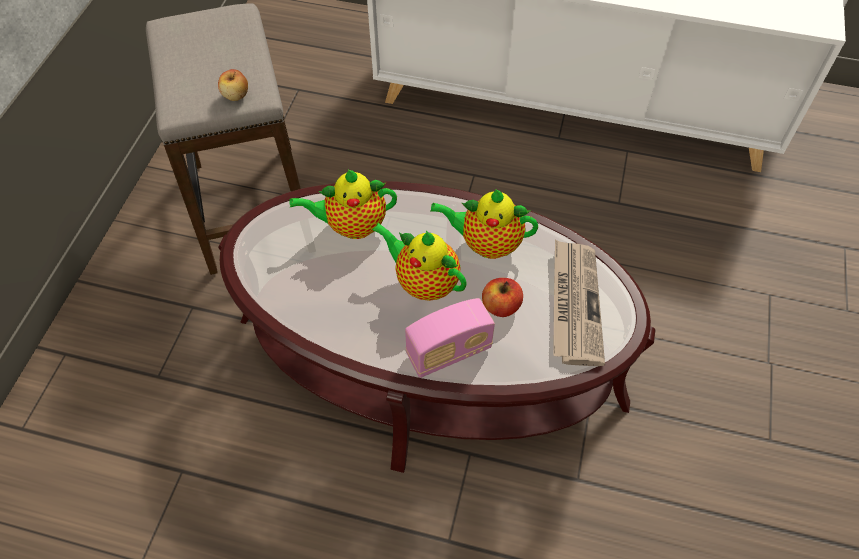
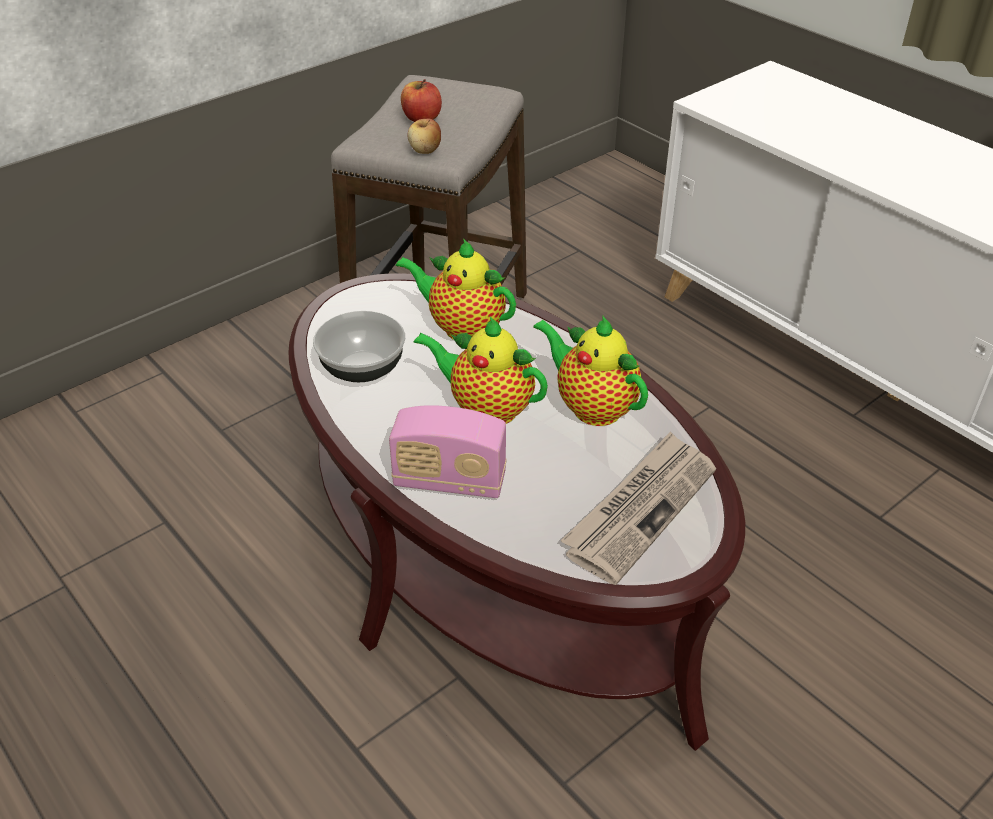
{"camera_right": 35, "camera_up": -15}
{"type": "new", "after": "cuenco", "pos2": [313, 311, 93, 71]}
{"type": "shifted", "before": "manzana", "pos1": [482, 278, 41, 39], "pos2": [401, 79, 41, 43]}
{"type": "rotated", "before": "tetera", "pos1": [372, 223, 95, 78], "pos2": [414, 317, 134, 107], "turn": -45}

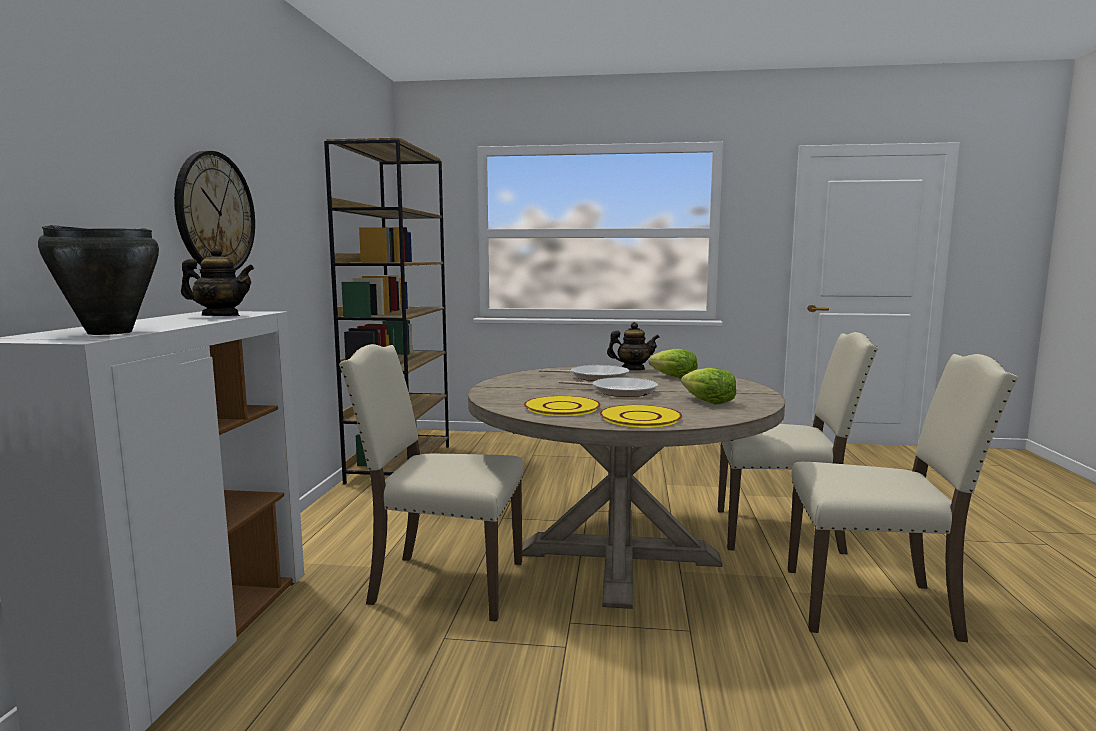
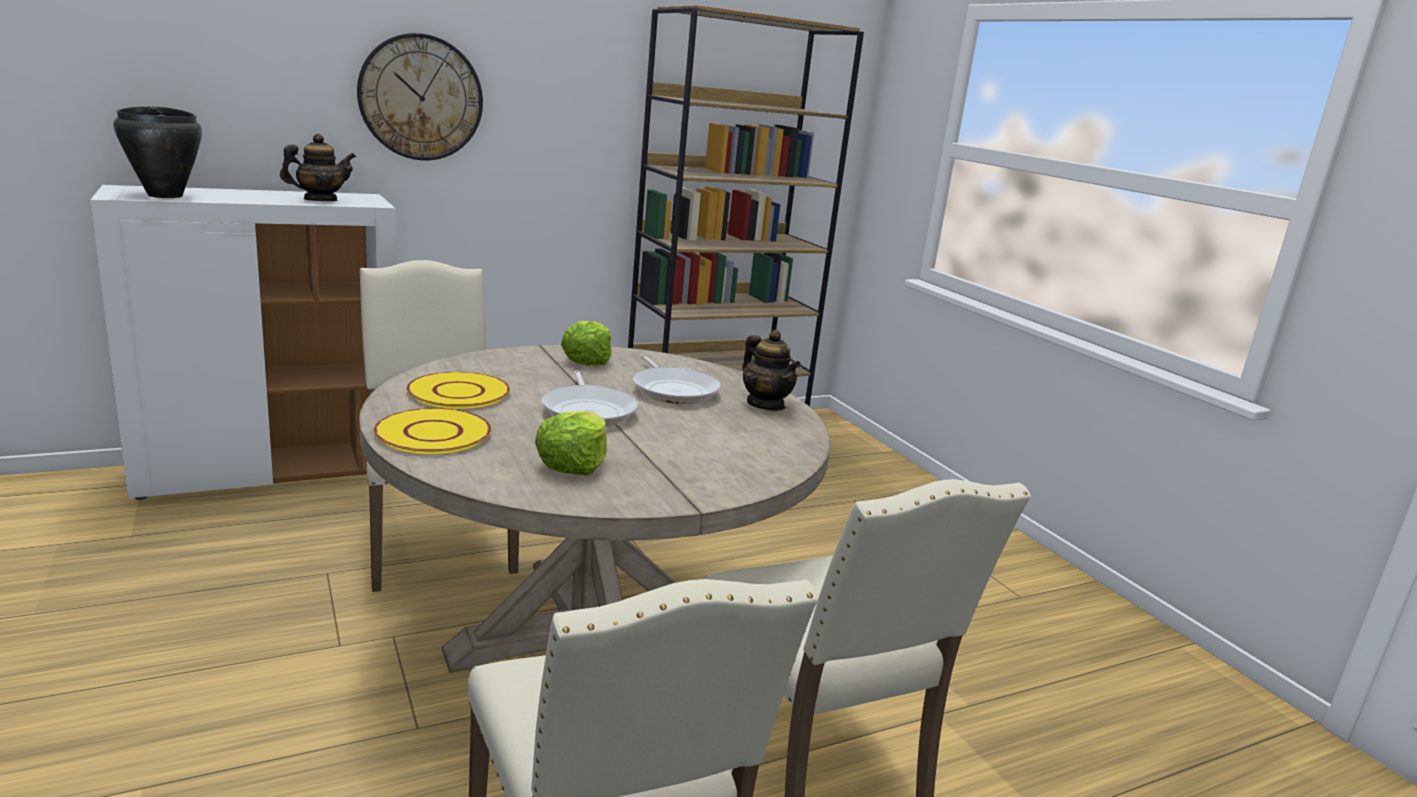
{"camera_right": 55, "camera_up": 10}
{"type": "rotated", "before": "tetera", "pos1": [181, 246, 73, 70], "pos2": [280, 134, 76, 67], "turn": -90}
{"type": "shifted", "before": "lechuga", "pos1": [648, 349, 49, 29], "pos2": [561, 321, 51, 45]}

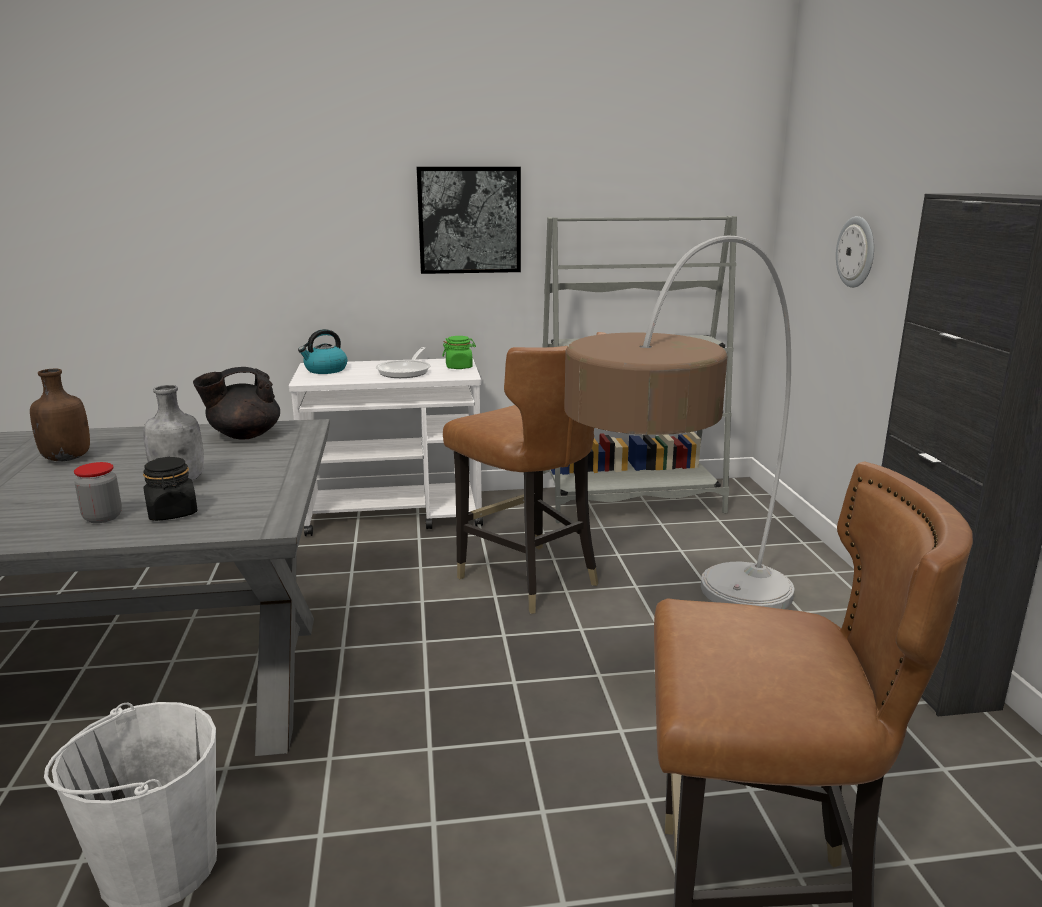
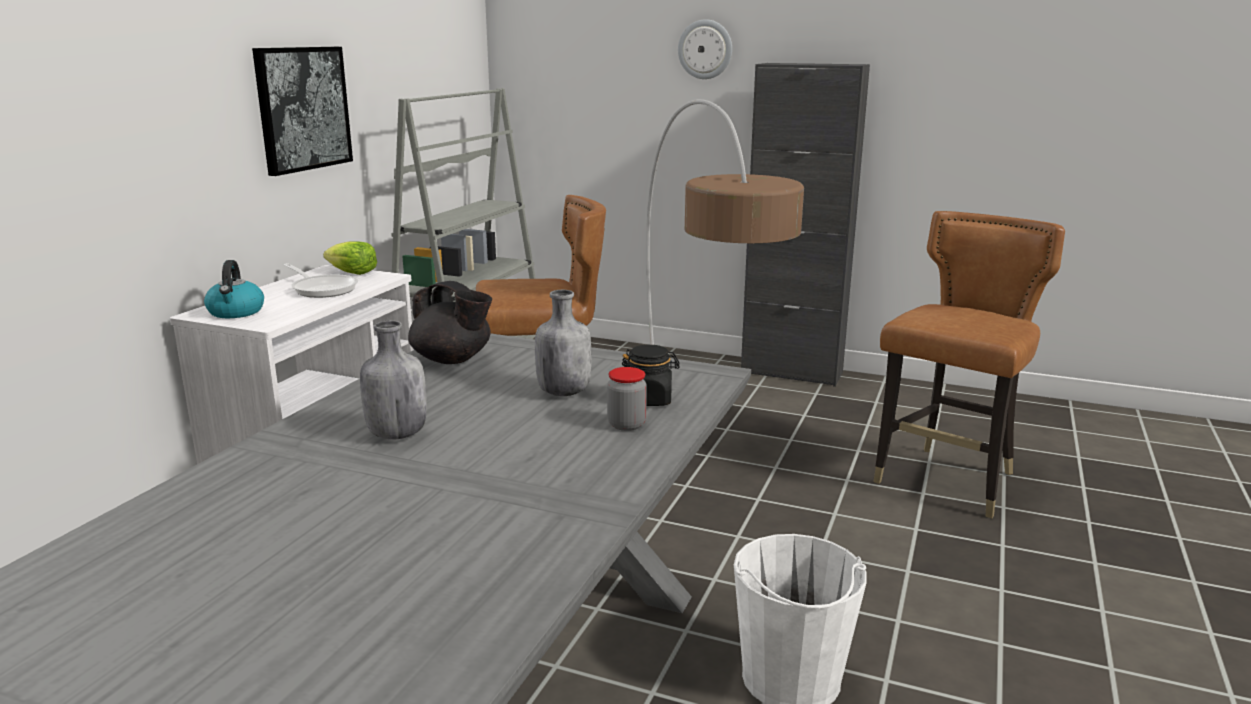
{"camera_right": -60, "camera_up": 0}
{"type": "swapped", "before": "tarro (verde)", "after": "lechuga", "pos1": [442, 336, 34, 33], "pos2": [323, 241, 54, 34]}
{"type": "repainted", "before": "botella (marrón)", "after": "botella (gris)", "pos1": [30, 369, 60, 92], "pos2": [360, 320, 67, 120]}
{"type": "rotated", "before": "tetera (negro)", "pos1": [193, 367, 87, 72], "pos2": [408, 281, 84, 83], "turn": -60}
{"type": "shifted", "before": "reloj de pared", "pos1": [836, 216, 38, 72], "pos2": [678, 19, 54, 60]}

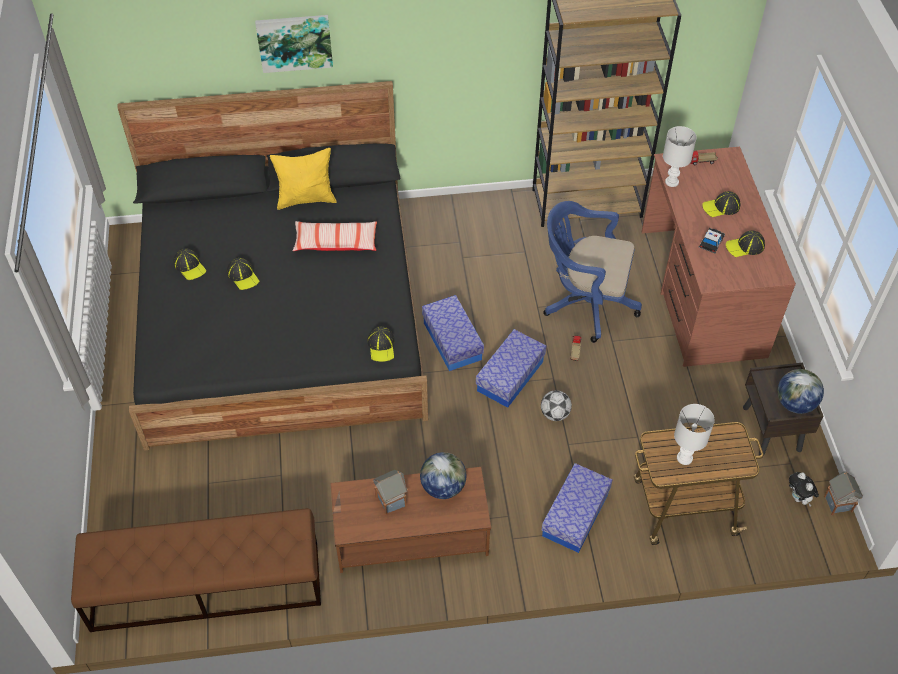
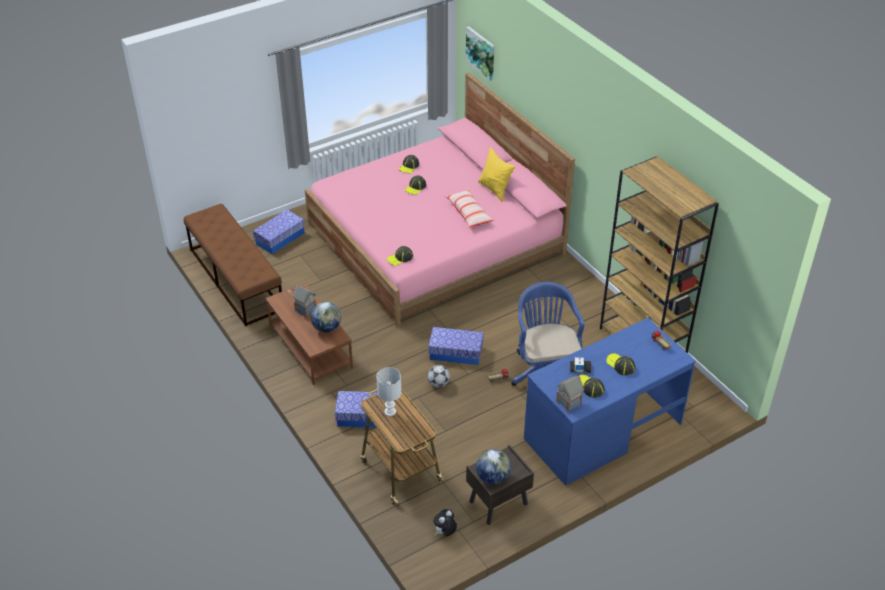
{"camera_right": 65, "camera_up": -10}
{"type": "shifted", "before": "caja de almacenaje", "pos1": [422, 295, 62, 76], "pos2": [253, 209, 52, 45]}
{"type": "repainted", "before": "cama (negro)", "after": "cama (rosa)", "pos1": [117, 81, 311, 369], "pos2": [305, 73, 270, 254]}
{"type": "shifted", "before": "cuadro", "pos1": [255, 15, 78, 58], "pos2": [466, 26, 28, 55]}
{"type": "repainted", "before": "escritorio (marrón)", "after": "escritorio (azul)", "pos1": [642, 147, 154, 220], "pos2": [524, 318, 172, 168]}
{"type": "shifted", "before": "casita", "pos1": [824, 471, 39, 44], "pos2": [556, 375, 28, 37]}
{"type": "gone", "before": "lámpara de mesa (blanco)", "pos1": [663, 126, 34, 61]}

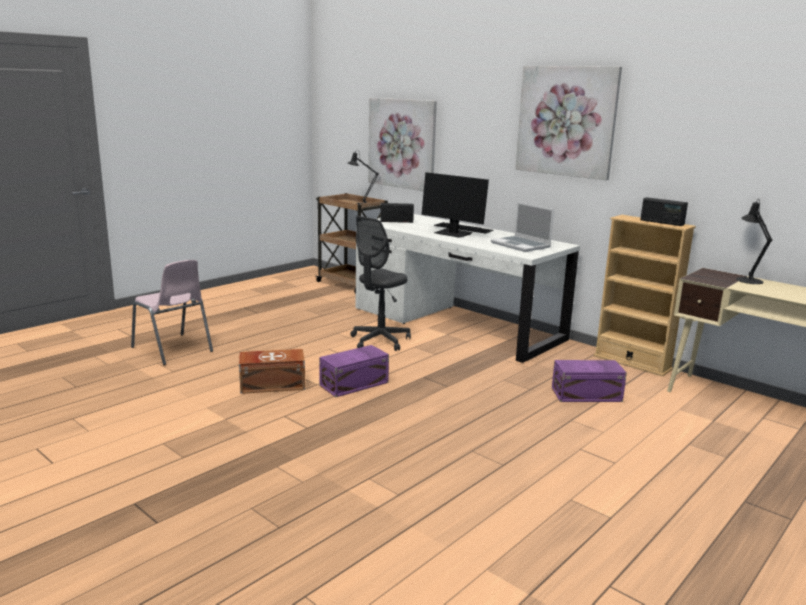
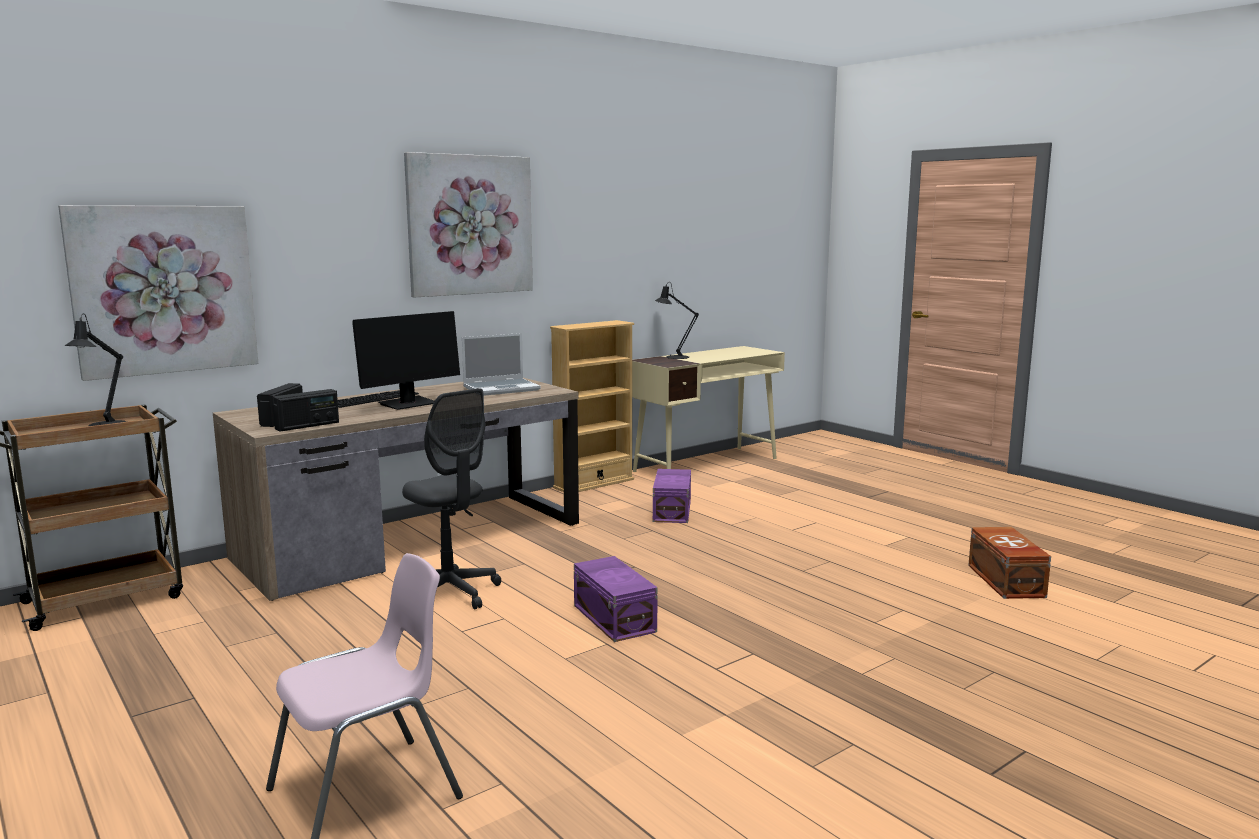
{"camera_right": -80, "camera_up": -5}
{"type": "repainted", "before": "escritorio (blanco)", "after": "escritorio (marrón)", "pos1": [356, 214, 224, 149], "pos2": [213, 378, 366, 223]}
{"type": "shifted", "before": "radio", "pos1": [640, 197, 48, 29], "pos2": [272, 389, 67, 43]}
{"type": "shifted", "before": "caja de almacenaje (marrón)", "pos1": [239, 349, 66, 45], "pos2": [968, 527, 83, 72]}

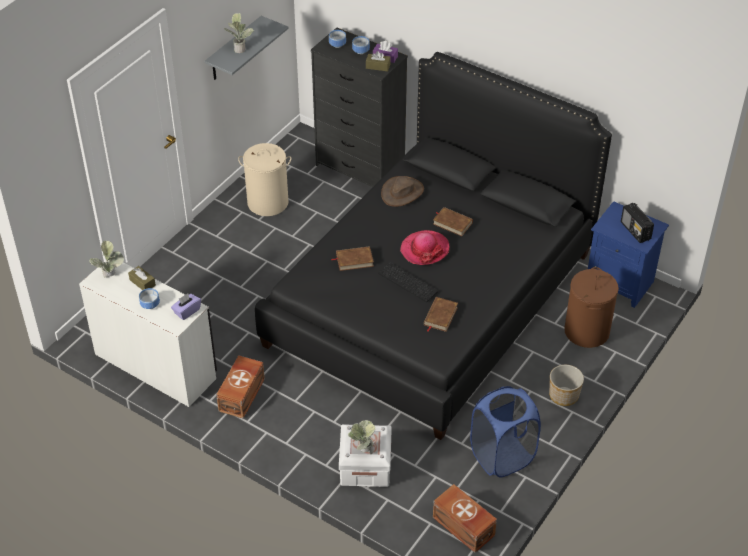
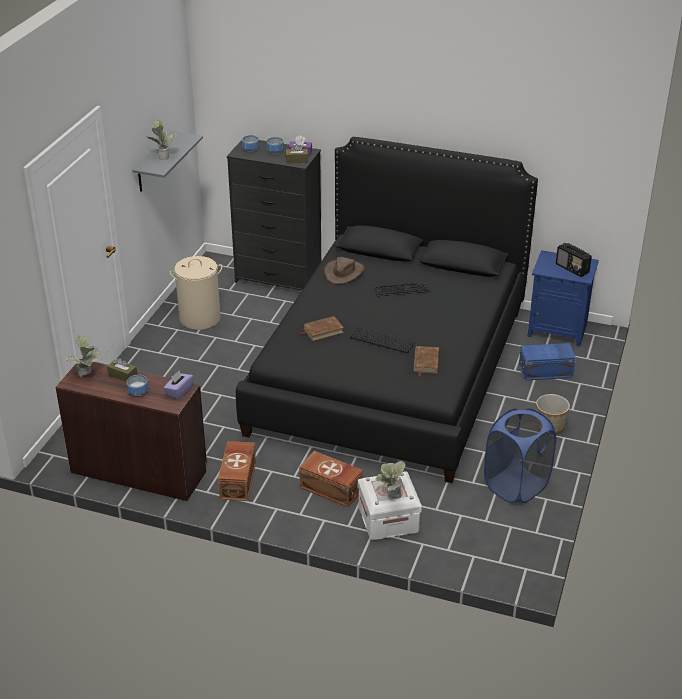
{"camera_right": -15, "camera_up": -10}
{"type": "repainted", "before": "escritorio (blanco)", "after": "escritorio (marrón)", "pos1": [79, 260, 138, 147], "pos2": [55, 359, 152, 142]}
{"type": "shifted", "before": "caja de almacenaje (marrón)", "pos1": [433, 484, 64, 69], "pos2": [299, 451, 64, 56]}
{"type": "swapped", "before": "libro (marrón)", "after": "teclado", "pos1": [433, 207, 40, 29], "pos2": [374, 281, 56, 16]}
{"type": "swapped", "before": "cesto de la ropa (marrón)", "after": "caja de almacenaje (azul)", "pos1": [564, 267, 55, 81], "pos2": [519, 343, 57, 38]}
{"type": "gone", "before": "sombrero", "pos1": [400, 230, 49, 35]}

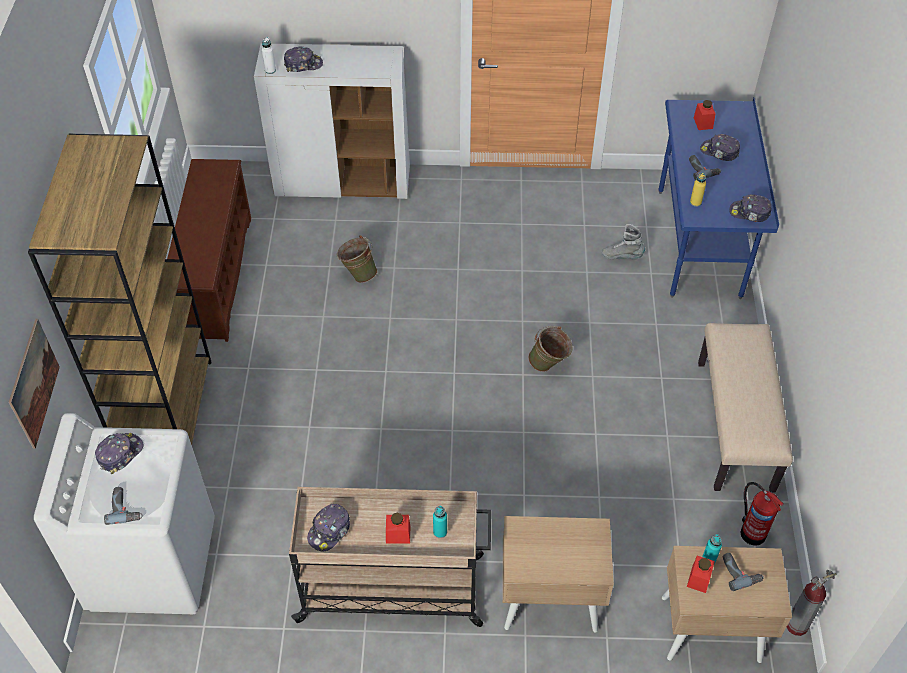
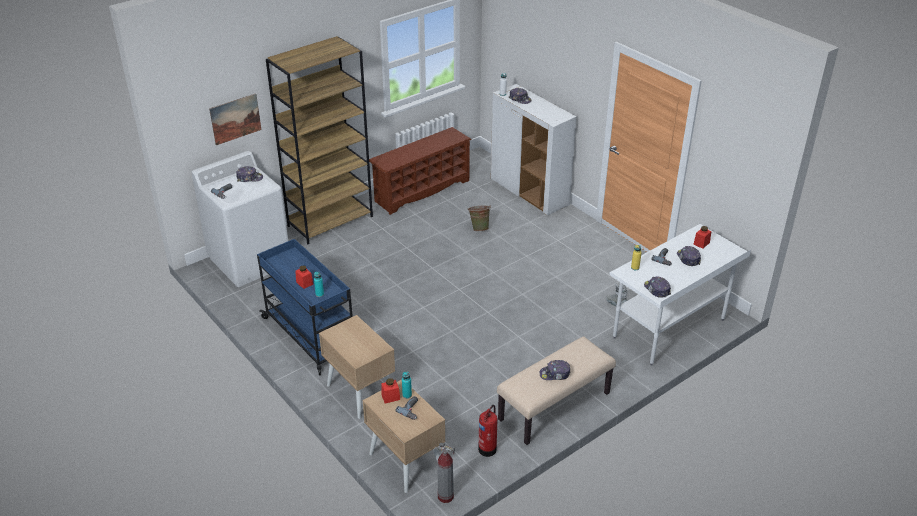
{"camera_right": 50, "camera_up": -15}
{"type": "repainted", "before": "carrito (beis)", "after": "carrito (azul)", "pos1": [289, 487, 202, 140], "pos2": [257, 239, 96, 137]}
{"type": "shifted", "before": "gorra", "pos1": [307, 504, 43, 48], "pos2": [540, 360, 30, 20]}
{"type": "repainted", "before": "escritorio (azul)", "after": "escritorio (blanco)", "pos1": [658, 98, 121, 201], "pos2": [609, 224, 142, 142]}
{"type": "gone", "before": "cubo (verde)", "pos1": [528, 326, 45, 46]}

